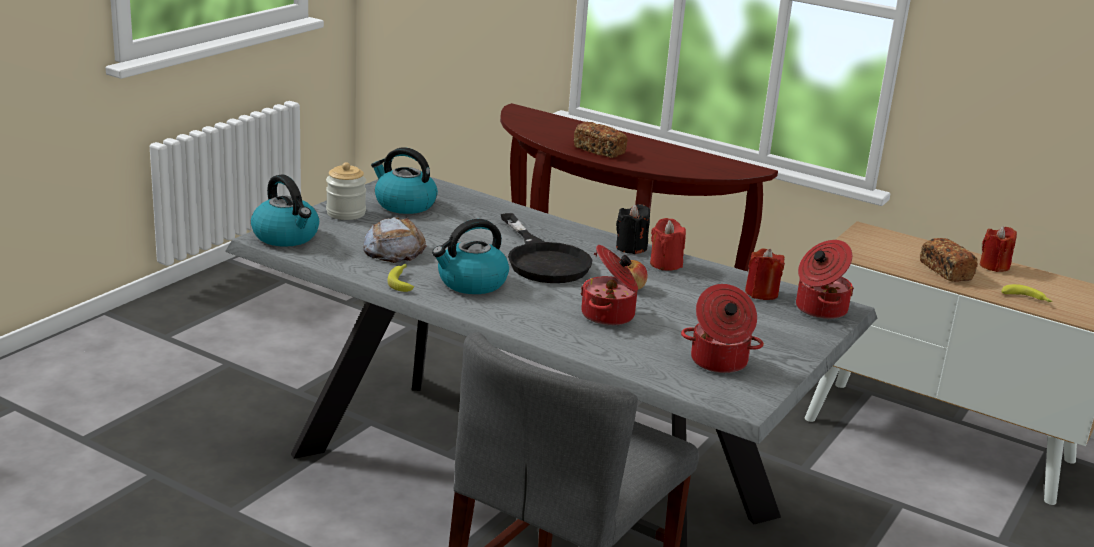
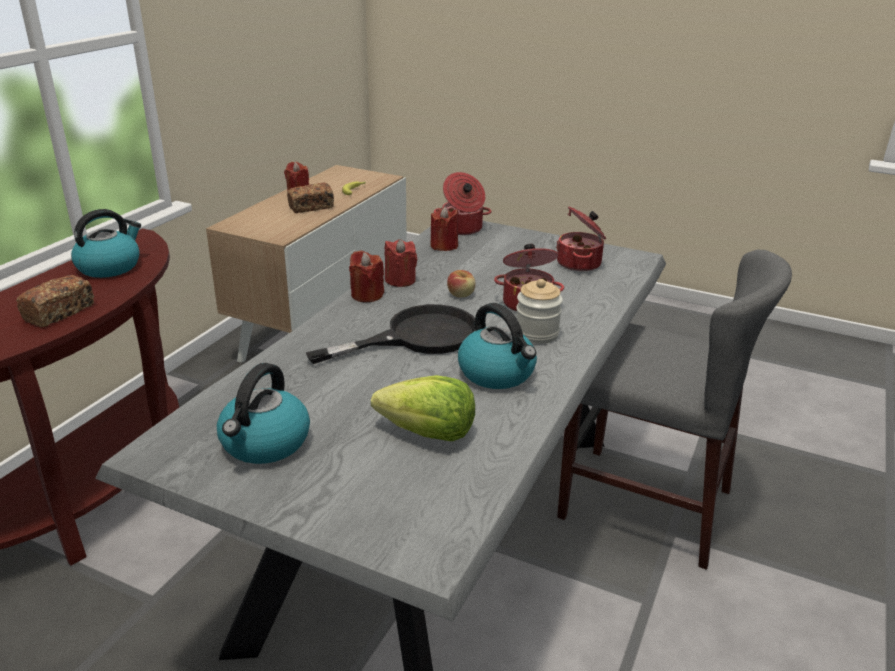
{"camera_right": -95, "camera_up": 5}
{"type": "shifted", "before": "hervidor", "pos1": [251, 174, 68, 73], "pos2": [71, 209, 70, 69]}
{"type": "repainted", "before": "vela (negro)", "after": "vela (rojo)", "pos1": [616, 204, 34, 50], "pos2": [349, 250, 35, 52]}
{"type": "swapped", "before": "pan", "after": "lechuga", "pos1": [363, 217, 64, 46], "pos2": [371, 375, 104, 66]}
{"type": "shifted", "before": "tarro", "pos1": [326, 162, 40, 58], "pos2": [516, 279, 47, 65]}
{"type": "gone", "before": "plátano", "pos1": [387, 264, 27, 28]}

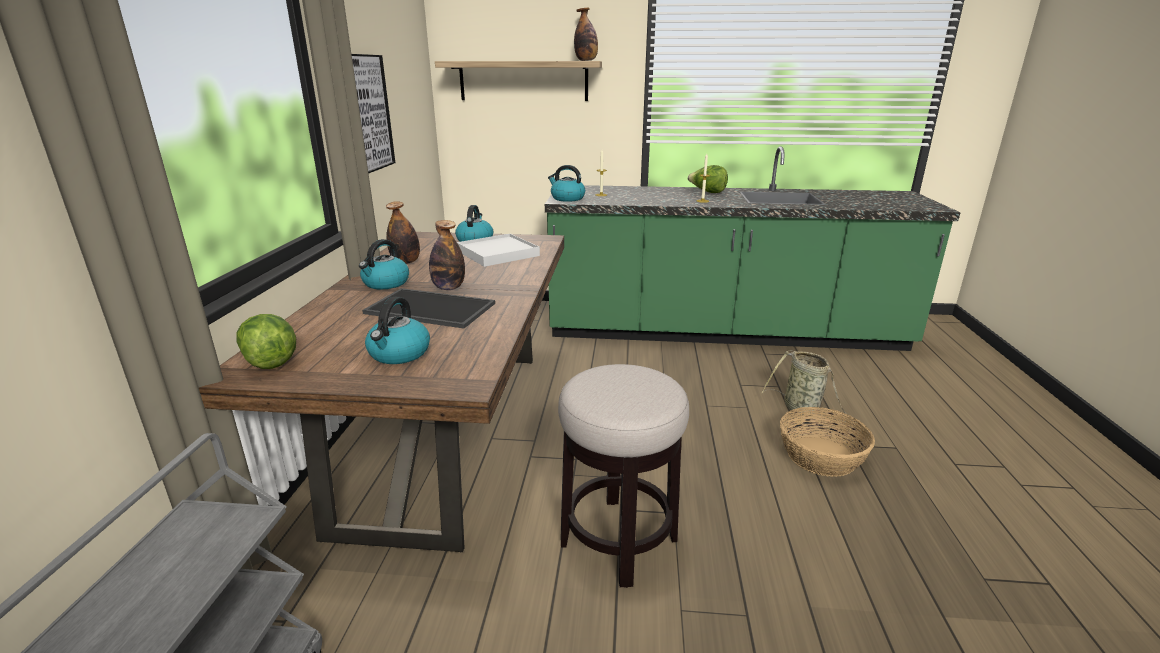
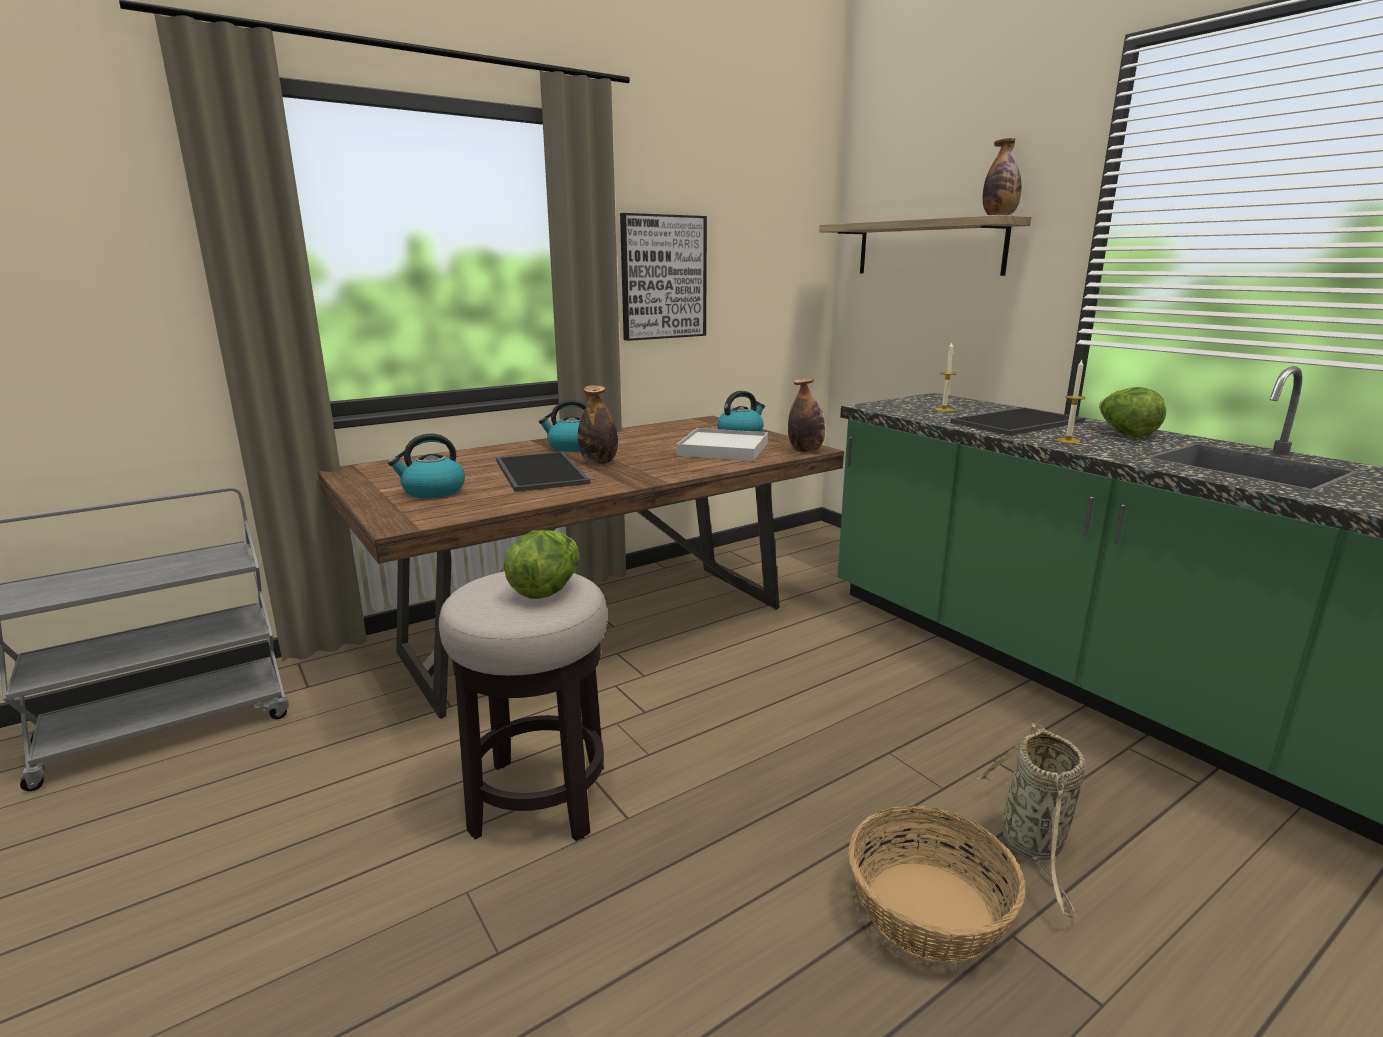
{"camera_right": 50, "camera_up": -5}
{"type": "shifted", "before": "lechuga", "pos1": [236, 314, 60, 55], "pos2": [503, 530, 76, 69]}
{"type": "shifted", "before": "botella", "pos1": [386, 201, 34, 63], "pos2": [788, 377, 37, 75]}
{"type": "new", "after": "bandeja", "pos2": [950, 407, 135, 29]}
{"type": "gone", "before": "hervidor", "pos1": [548, 165, 37, 37]}

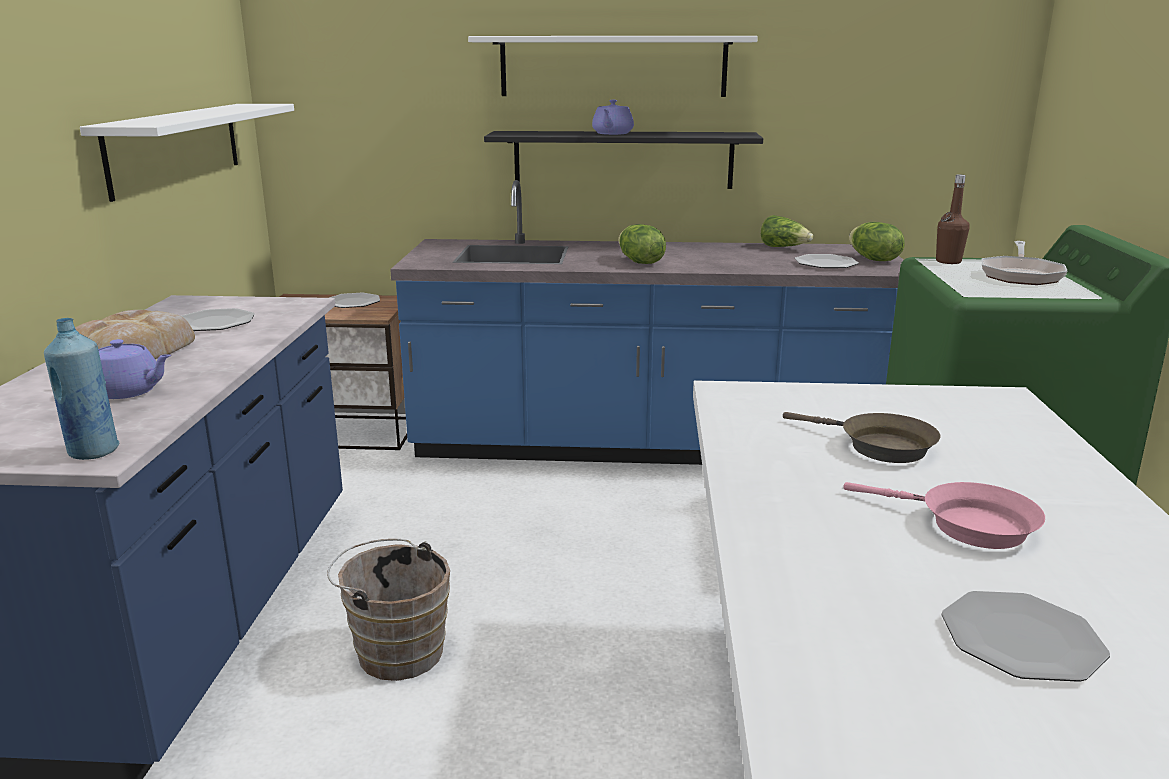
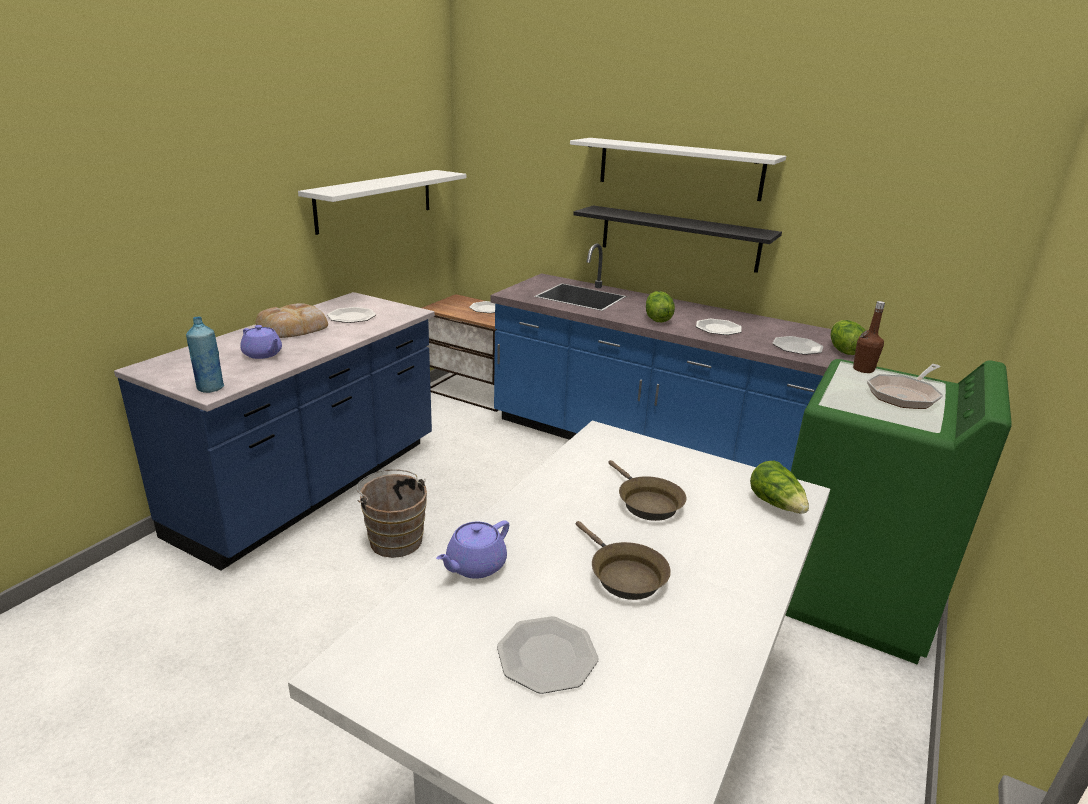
{"camera_right": 25, "camera_up": 5}
{"type": "shifted", "before": "tetera (morado)", "pos1": [592, 100, 42, 35], "pos2": [436, 520, 73, 59]}
{"type": "repainted", "before": "sartén (rosa)", "after": "sartén (marrón)", "pos1": [843, 482, 202, 67], "pos2": [576, 521, 95, 79]}
{"type": "new", "after": "plato", "pos2": [696, 319, 46, 16]}
{"type": "shifted", "before": "lechuga", "pos1": [761, 215, 52, 32], "pos2": [750, 461, 59, 53]}

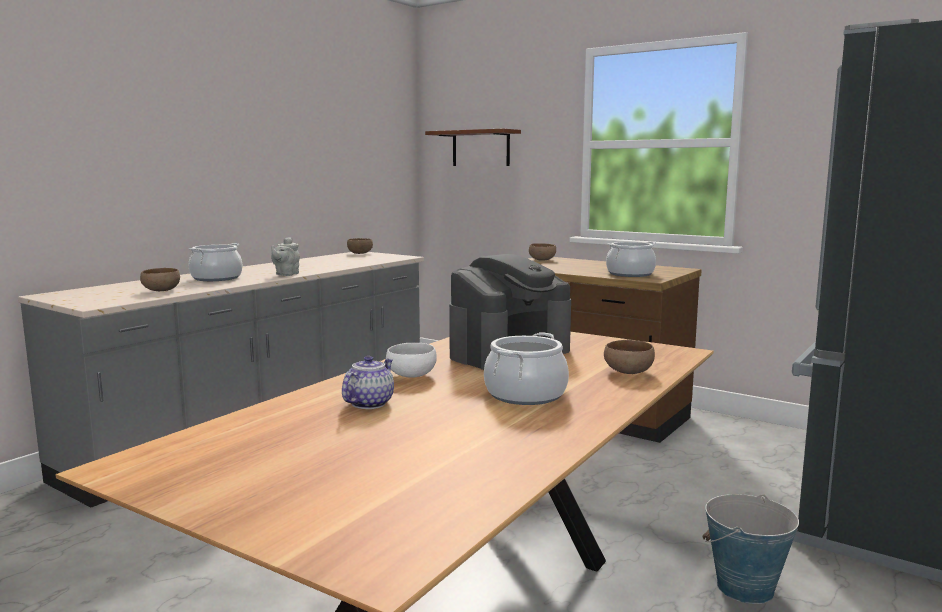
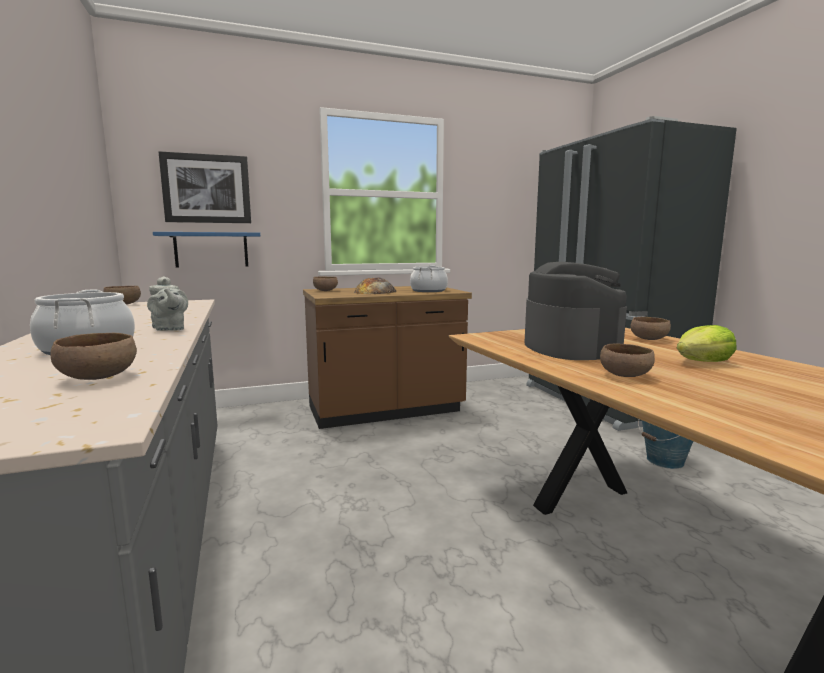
{"camera_right": -55, "camera_up": 0}
{"type": "new", "after": "estante (azul)", "pos2": [153, 232, 107, 36]}
{"type": "swapped", "before": "estante (marrón)", "after": "cuadro", "pos1": [425, 128, 96, 38], "pos2": [159, 151, 92, 72]}
{"type": "new", "after": "pan", "pos2": [354, 278, 43, 16]}
{"type": "repainted", "before": "cuenco (blanco)", "after": "cuenco (marrón)", "pos1": [386, 343, 51, 35], "pos2": [600, 344, 55, 33]}
{"type": "swapped", "before": "olla", "after": "lechuga", "pos1": [484, 332, 85, 73], "pos2": [677, 325, 60, 37]}
{"type": "gone", "before": "tetera", "pos1": [342, 356, 52, 53]}

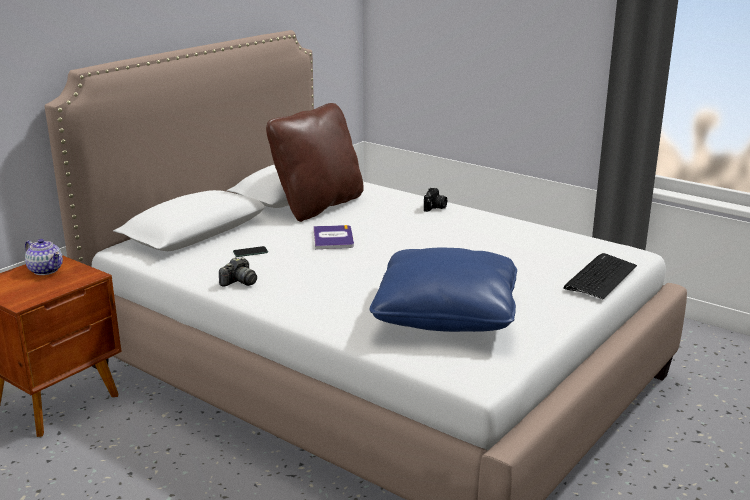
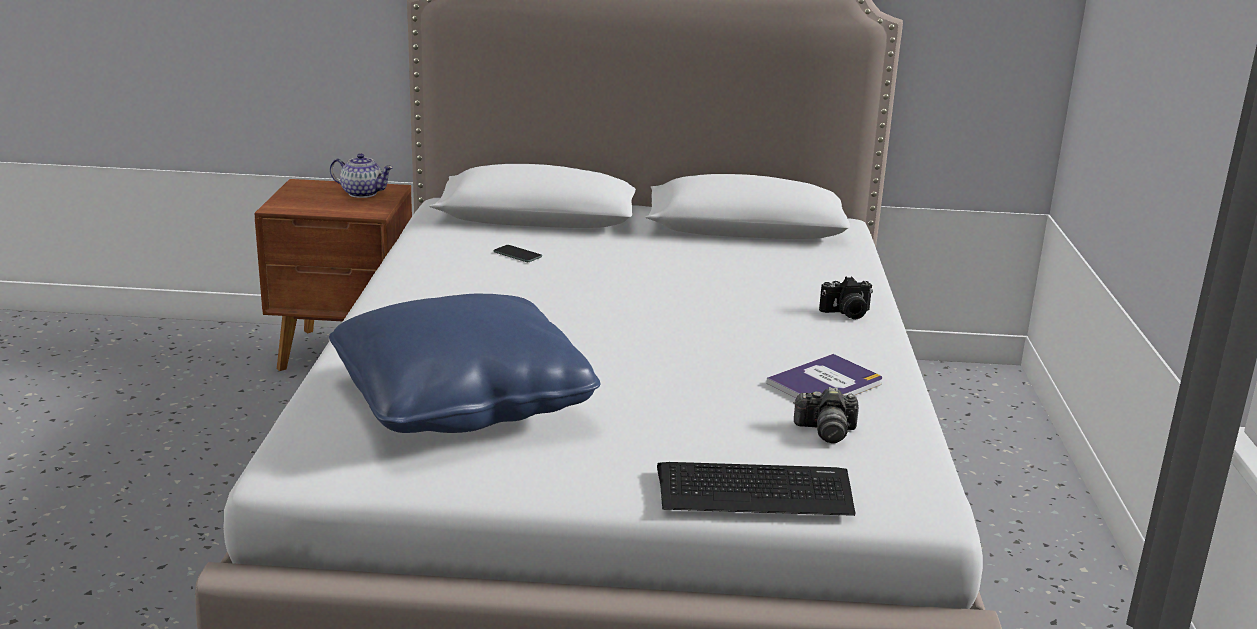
{"camera_right": 55, "camera_up": 0}
{"type": "rotated", "before": "tetera", "pos1": [25, 239, 38, 36], "pos2": [330, 153, 63, 45], "turn": -75}
{"type": "shifted", "before": "libro", "pos1": [313, 225, 41, 24], "pos2": [766, 354, 116, 44]}
{"type": "shifted", "before": "cámara", "pos1": [219, 257, 38, 30], "pos2": [793, 387, 66, 56]}
{"type": "gone", "before": "cojín (marrón)", "pos1": [266, 103, 98, 119]}

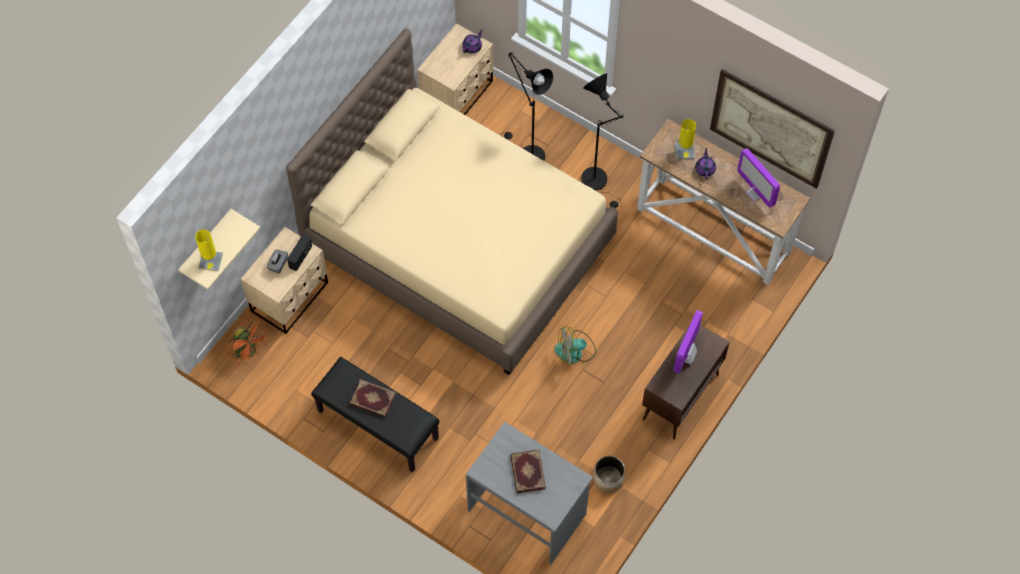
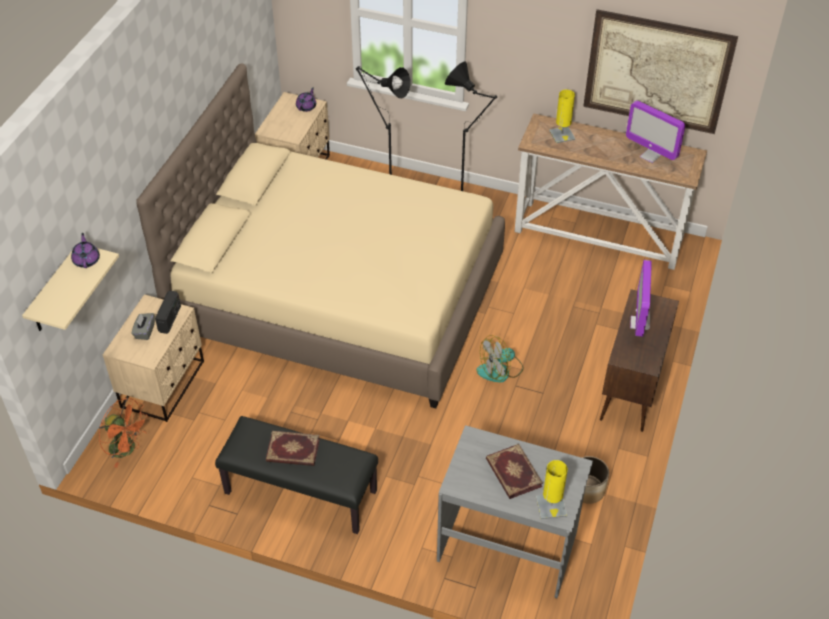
{"camera_right": -15, "camera_up": -15}
{"type": "shifted", "before": "tetera (morado)", "pos1": [695, 148, 21, 31], "pos2": [71, 233, 29, 35]}
{"type": "shifted", "before": "lámpara de mesa (amarillo)", "pos1": [195, 229, 28, 42], "pos2": [536, 460, 32, 59]}

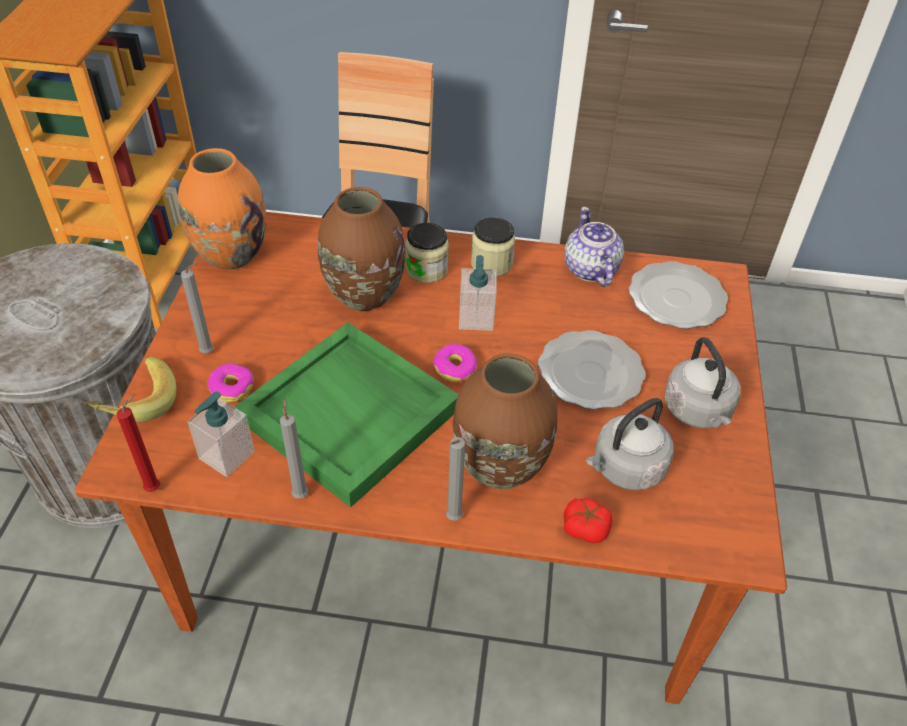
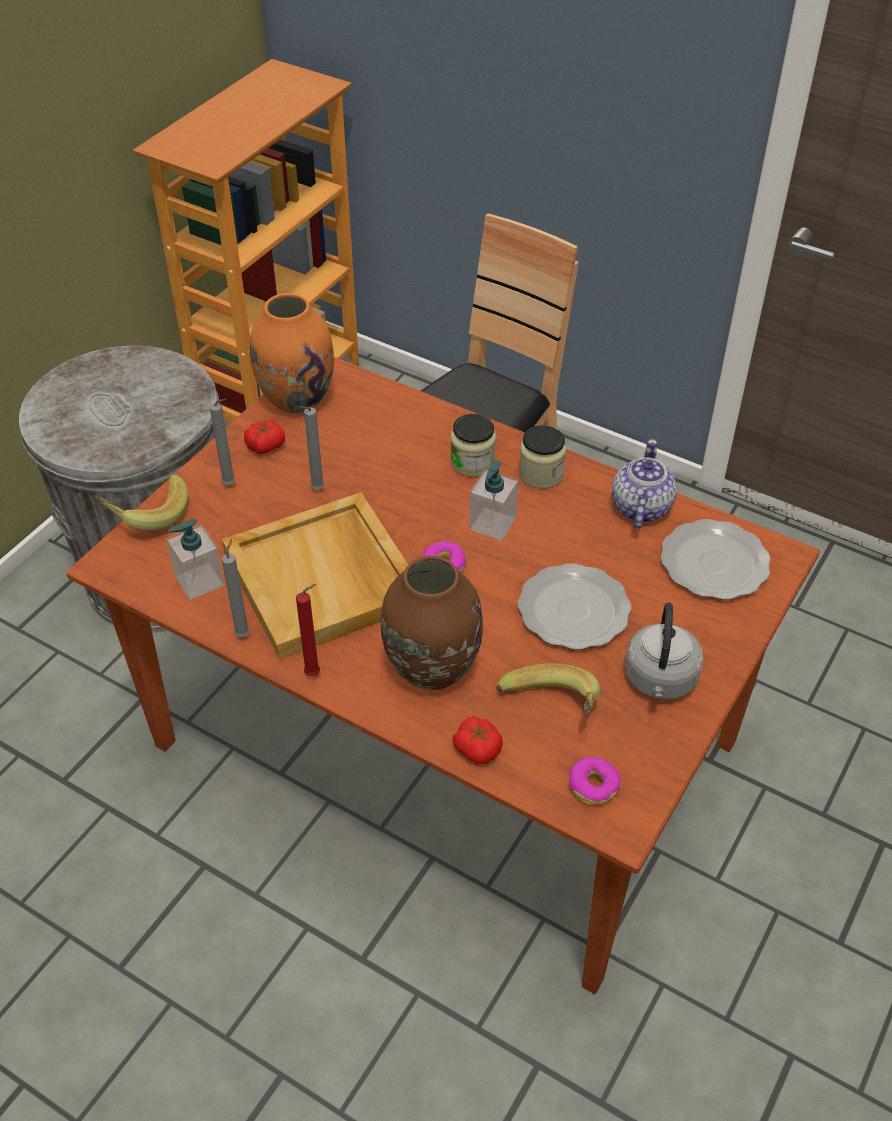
{"camera_right": 25, "camera_up": 0}
{"type": "repainted", "before": "bandeja (verde)", "after": "bandeja (beis)", "pos1": [235, 322, 224, 185], "pos2": [222, 492, 186, 168]}
{"type": "new", "after": "tomate", "pos2": [244, 420, 41, 34]}
{"type": "shifted", "before": "vela (rojo)", "pos1": [116, 395, 44, 97], "pos2": [296, 584, 24, 92]}
{"type": "shifted", "before": "vela (gris)", "pos1": [446, 437, 19, 84], "pos2": [299, 406, 26, 84]}
{"type": "swapped", "before": "hervidor (gris)", "after": "plátano", "pos1": [586, 398, 87, 92], "pos2": [496, 663, 105, 53]}
{"type": "shifted", "before": "rosquilla", "pos1": [208, 363, 46, 39], "pos2": [569, 757, 51, 48]}
{"type": "gone", "before": "florero (marrón)", "pos1": [318, 187, 87, 124]}

